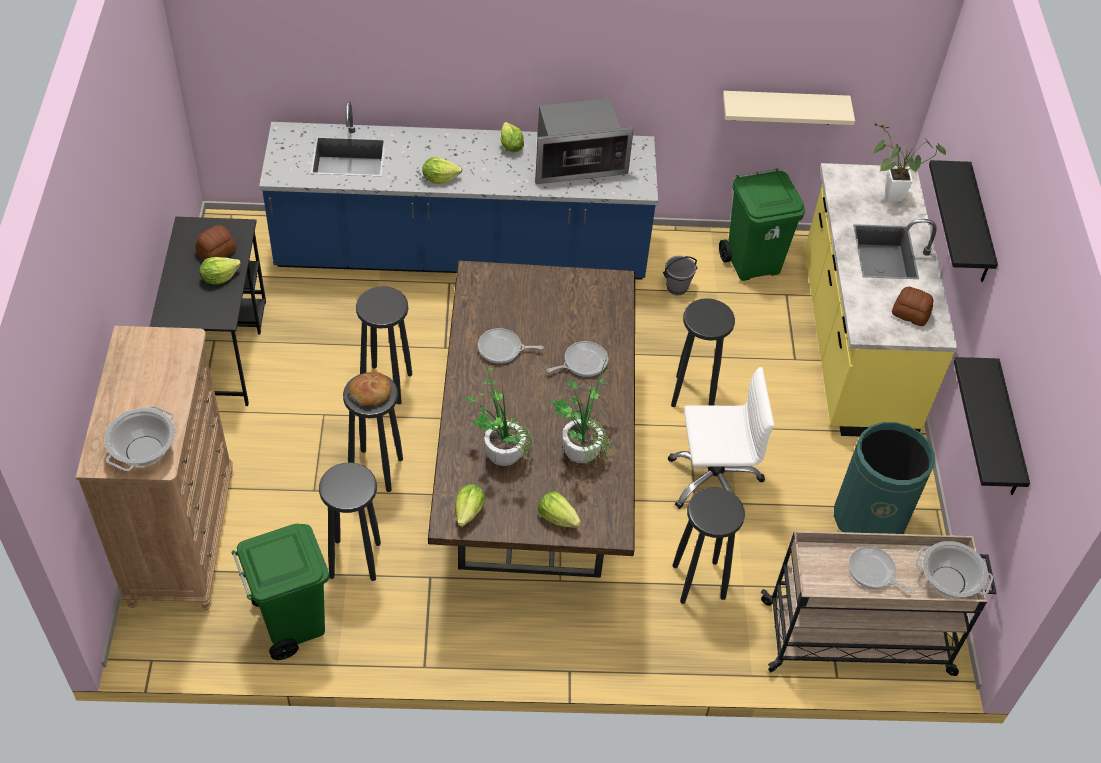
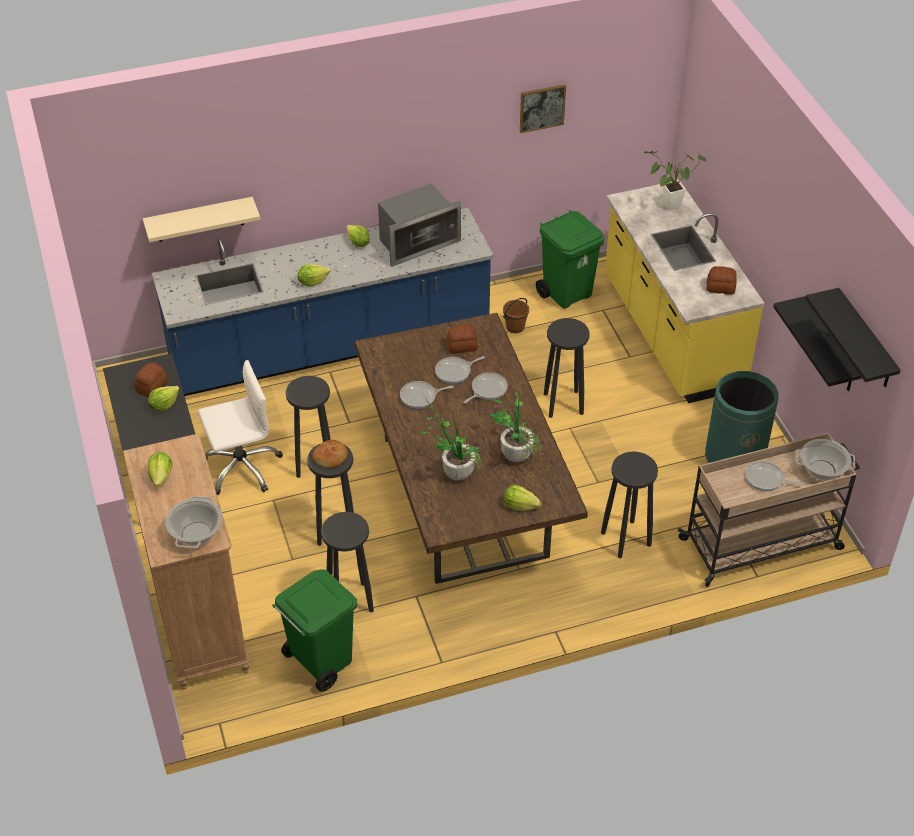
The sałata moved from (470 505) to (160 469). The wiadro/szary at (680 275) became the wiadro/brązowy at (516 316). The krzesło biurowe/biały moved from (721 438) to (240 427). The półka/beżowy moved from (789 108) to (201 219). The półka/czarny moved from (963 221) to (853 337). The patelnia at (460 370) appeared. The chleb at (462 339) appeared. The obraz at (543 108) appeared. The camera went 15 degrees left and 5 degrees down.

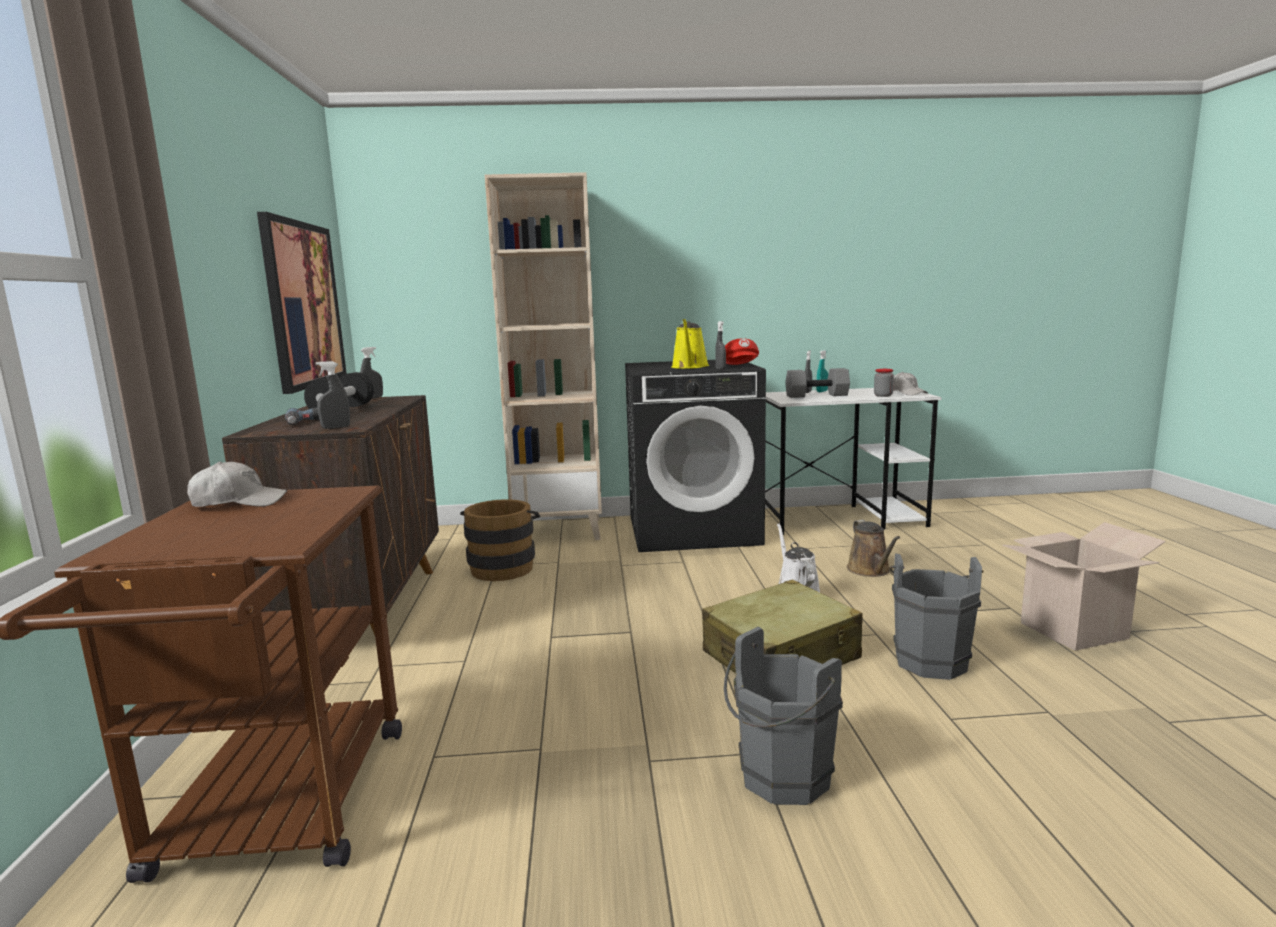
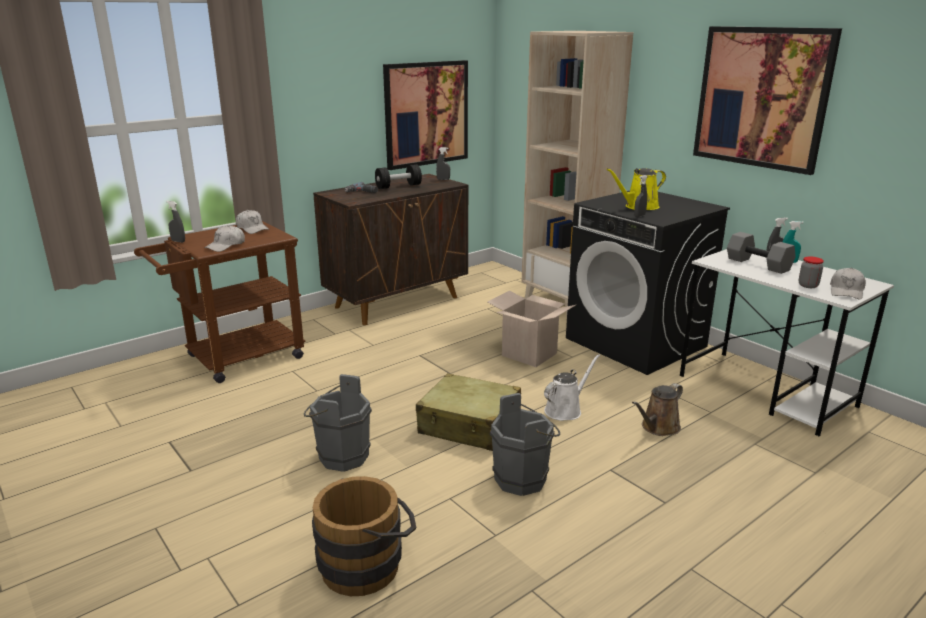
The spryskiwacz/szary moved from (333 395) to (175 222). The wiadro/brązowy moved from (500 540) to (364 536). The czapka z daszkiem/czerwony at (742 351) disappeared. The karton moved from (1084 586) to (531 329). The czapka z daszkiem/biały at (224 238) appeared. The obraz at (767 100) appeared. The camera went 55 degrees right and 10 degrees up.

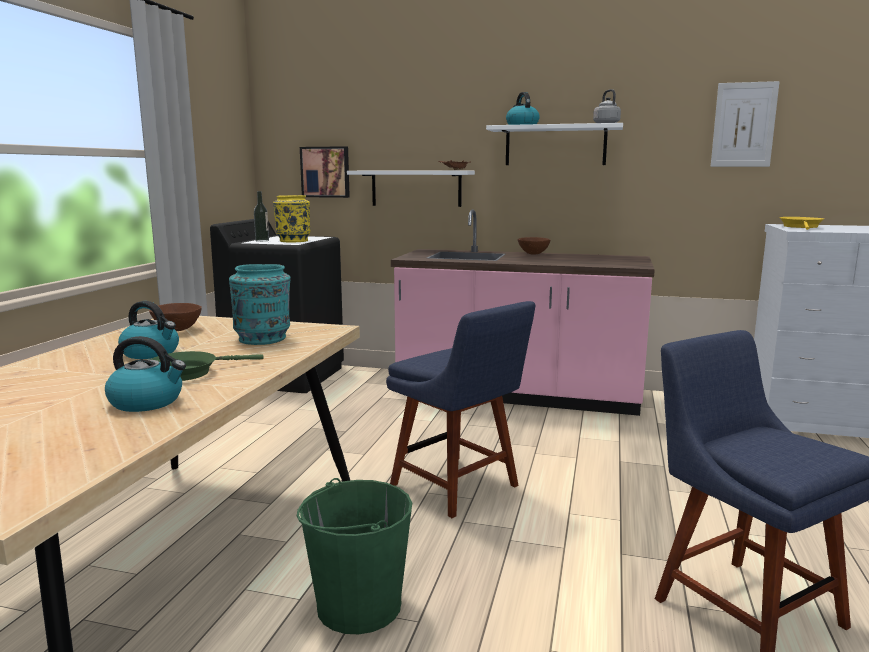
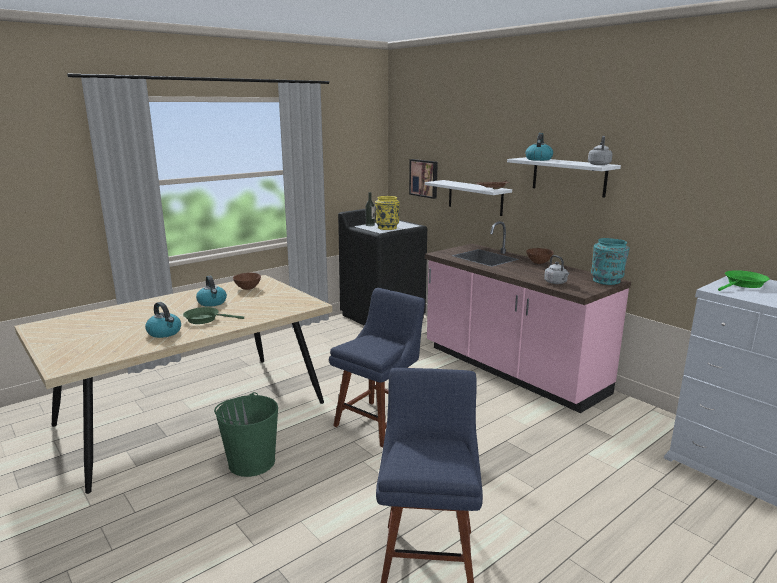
The wazon/turkusowy moved from (259 304) to (610 261). The krzesło/niebieski at (461 409) turned 135 degrees counterclockwise. The obraz at (745 124) disappeared. The patelnia/żółty at (802 223) became the patelnia/zielony at (744 280). The czajnik/szary at (556 269) appeared. The camera went 35 degrees right and 5 degrees up.

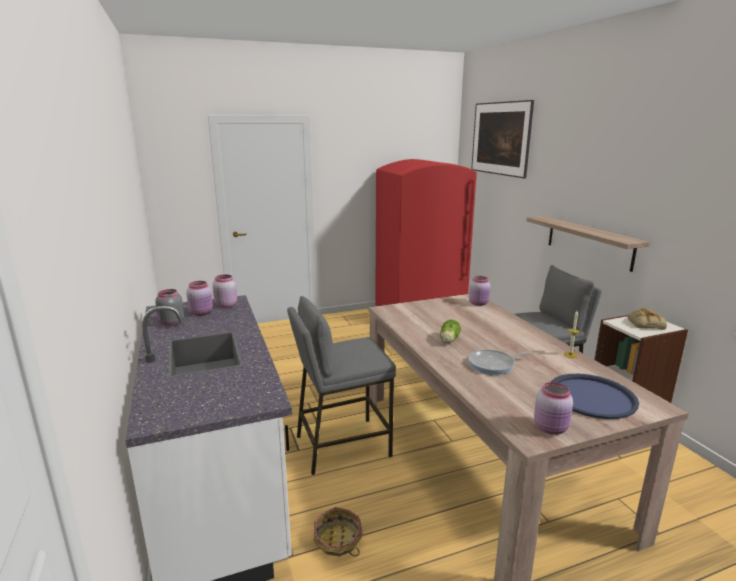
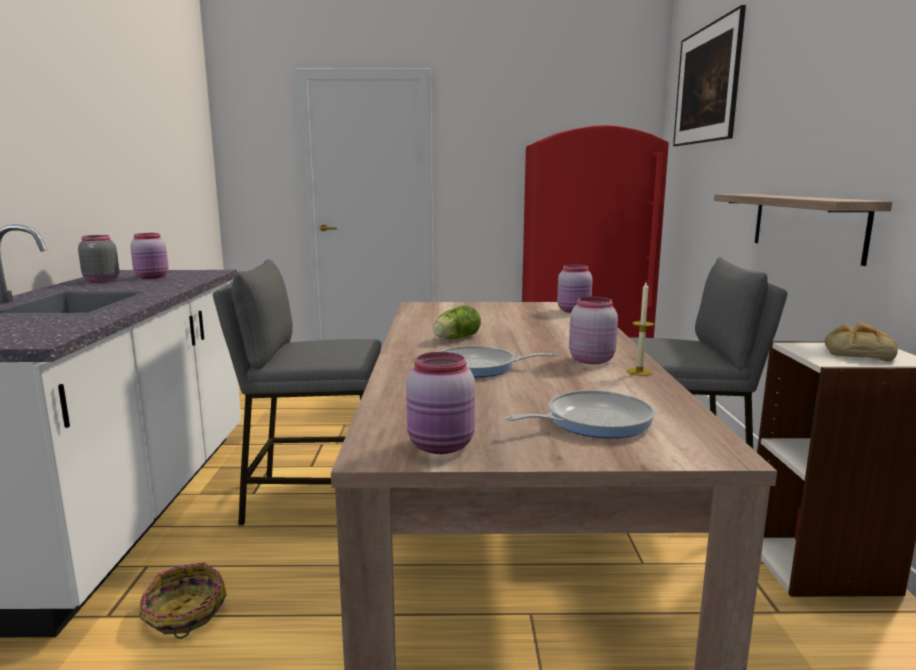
The słoik/różowy moved from (224 291) to (593 330). The taca/niebieski at (595 396) was replaced by the patelnia at (580 414). The camera went 20 degrees right and 5 degrees down.

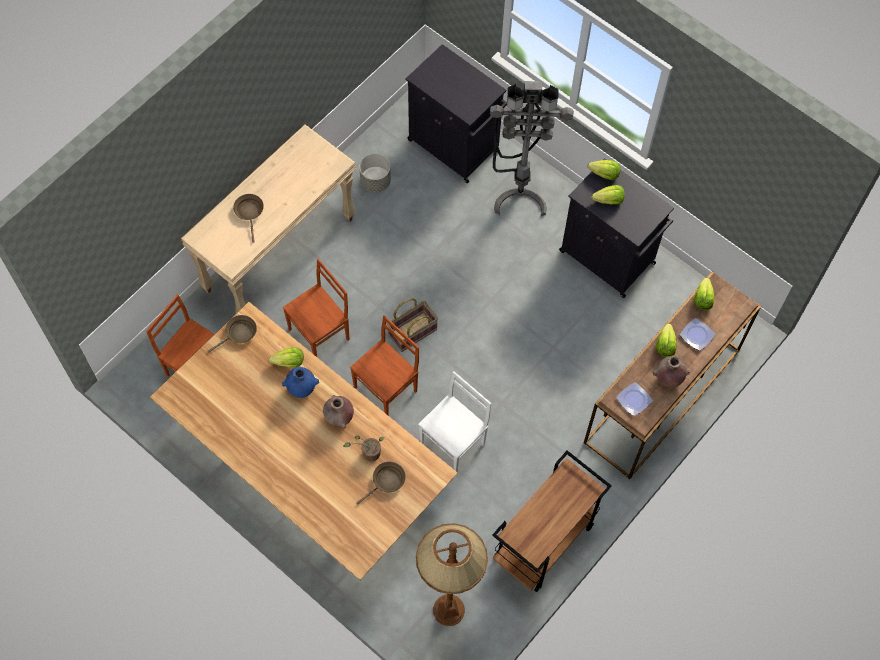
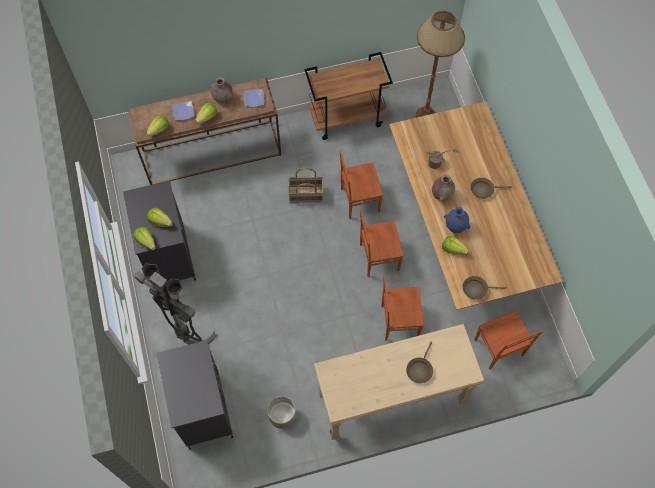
The patelnia/brązowy moved from (380 483) to (491 188). The koszyk moved from (412 325) to (305 185). The krzesło/biały at (454 421) became the krzesło/brązowy at (361 184). The camera went 145 degrees left and 0 degrees up.

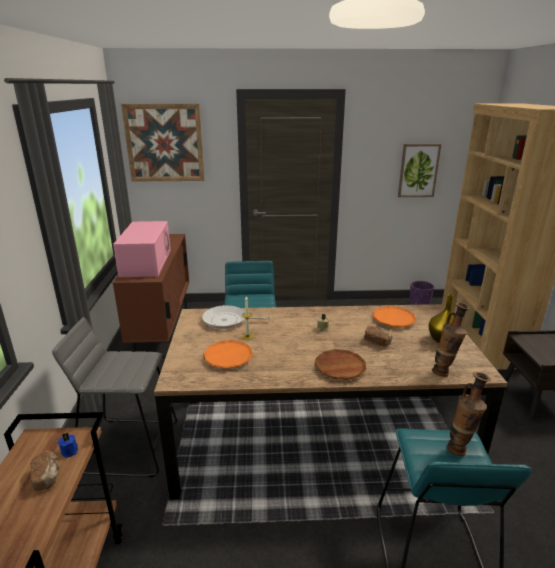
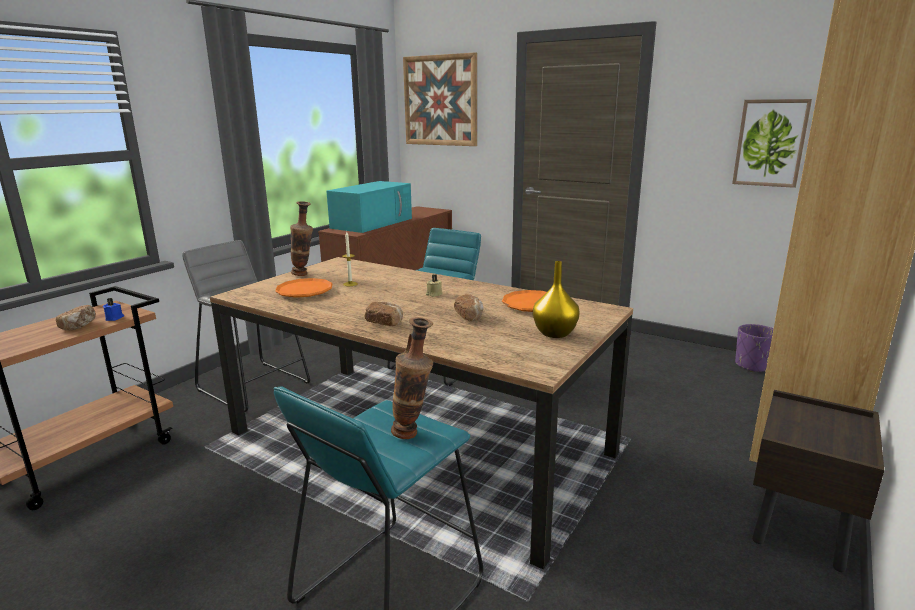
The mikrofalówka/różowy at (142 249) became the mikrofalówka/turkusowy at (369 207). The patelnia at (236 317) disappeared. The talerz/brązowy at (340 364) was replaced by the chleb at (383 314). The wazon moved from (451 340) to (301 238). The camera went 35 degrees right and 5 degrees down.

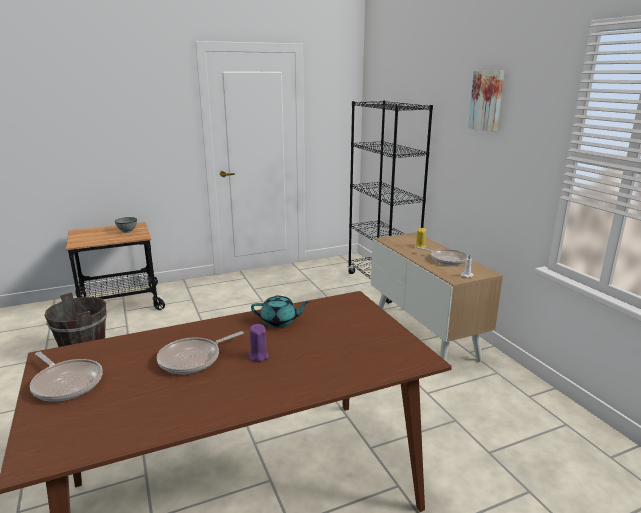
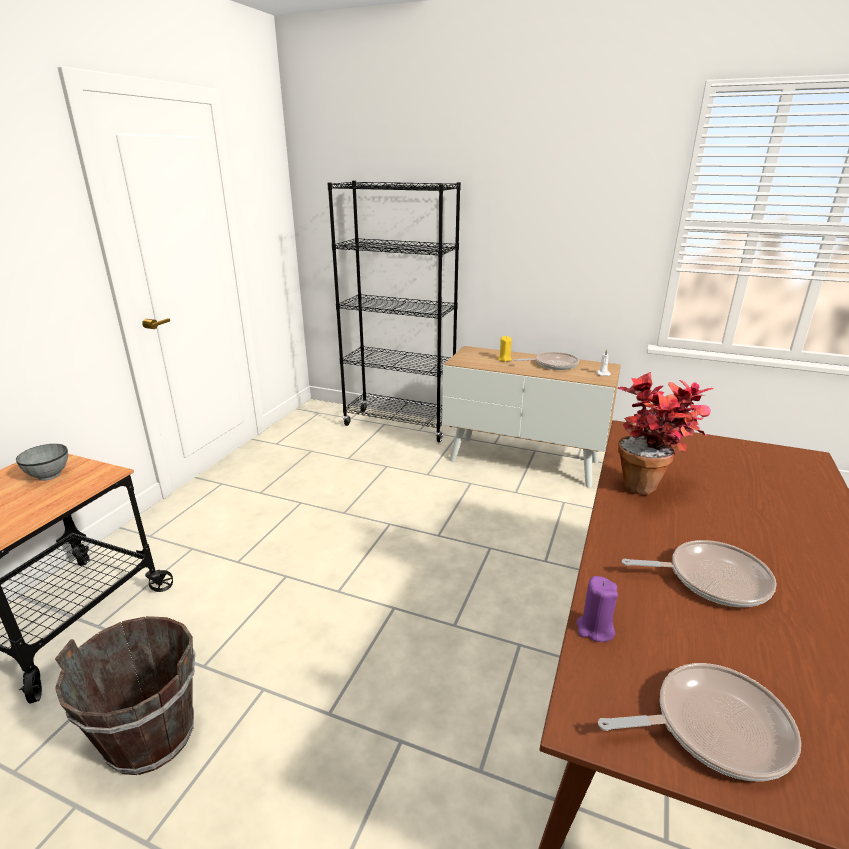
The patelnia at (200 352) turned 90 degrees counterclockwise. The świeca/fioletowy moved from (258 343) to (597 609). The imbryk/turkusowy at (280 311) was replaced by the roślina doniczkowa at (666 433). The obraz at (486 101) disappeared. The camera went 45 degrees left and 5 degrees up.

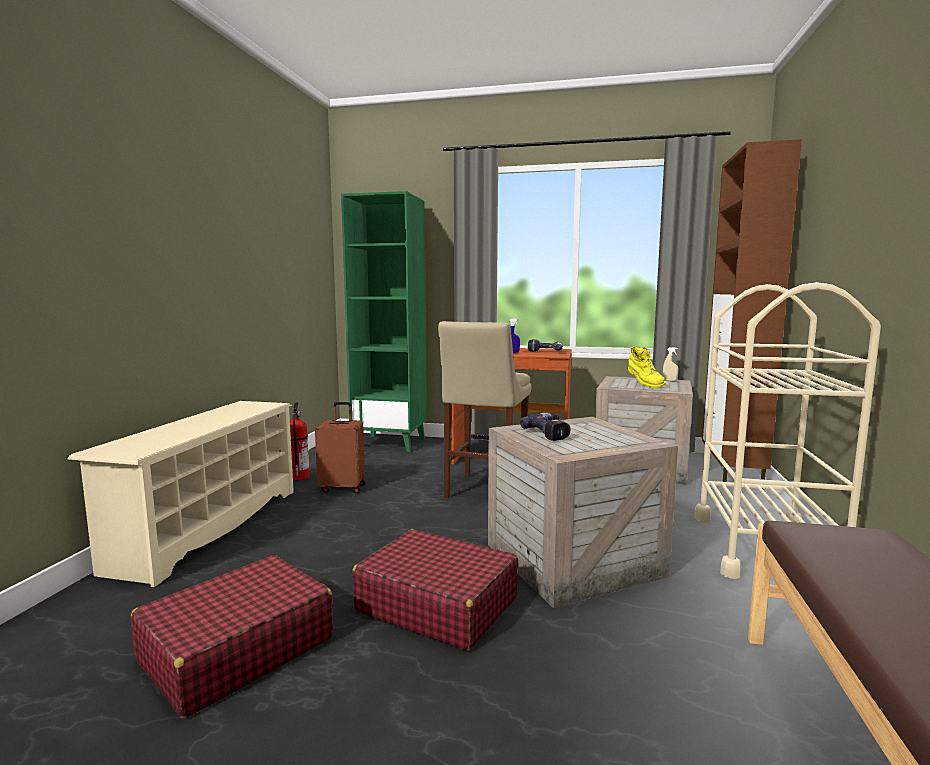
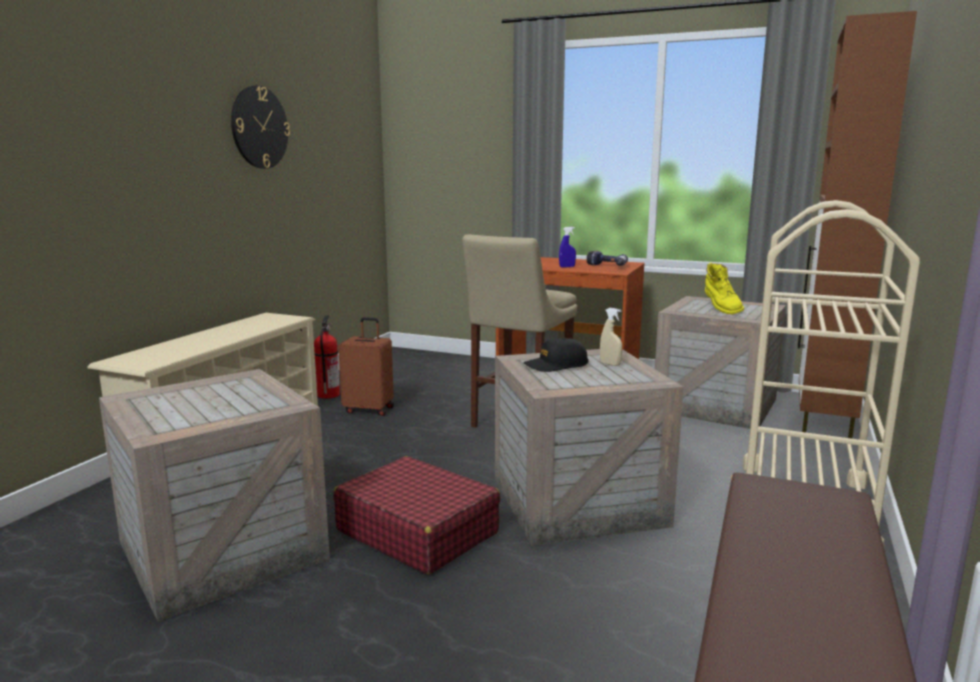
The walizka/czerwony at (232 636) was replaced by the skrzynka at (214 495). The regał/zielony at (384 321) disappeared. The wiertarka at (545 427) was replaced by the czapka z daszkiem/czarny at (556 355). The spryskiwacz/beżowy moved from (670 364) to (611 337). The zegar ścienny at (260 127) appeared. The camera went 10 degrees right and 5 degrees up.

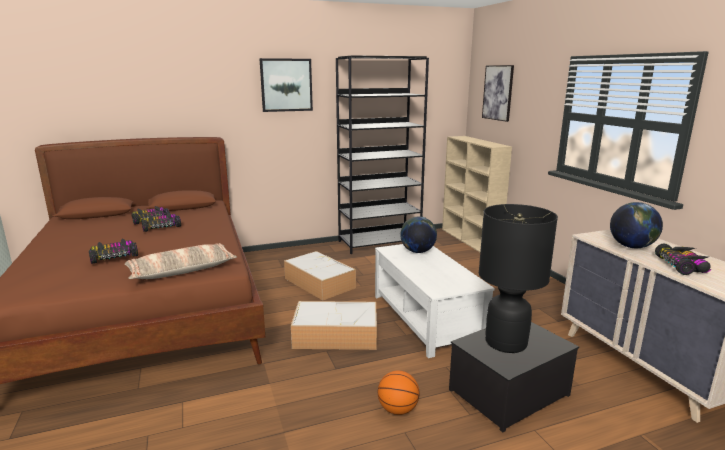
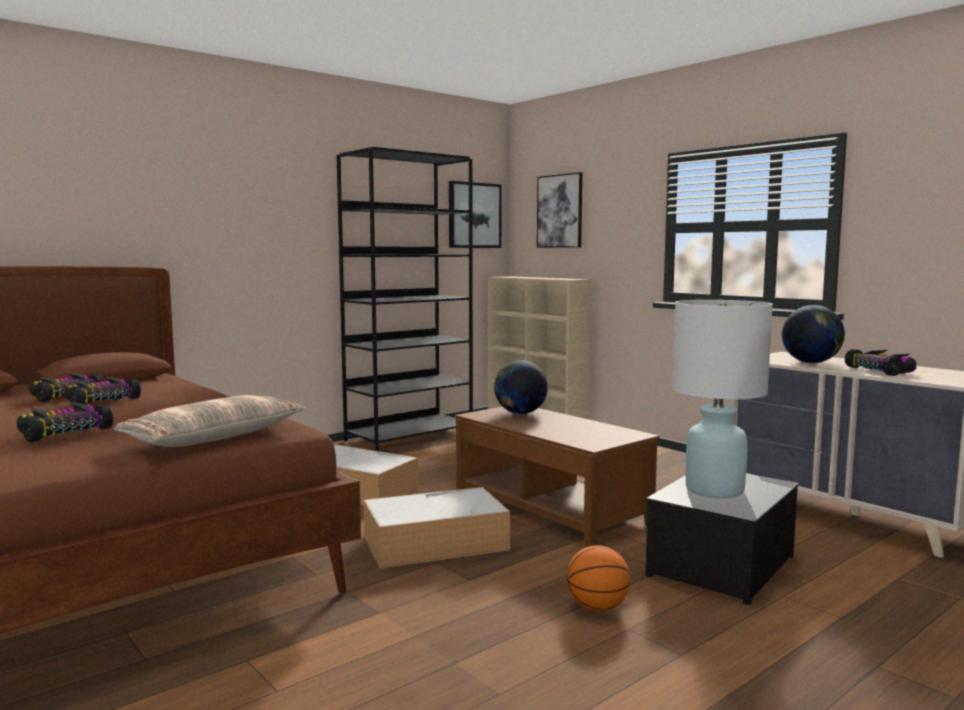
The obraz moved from (286 85) to (475 214). The ława/biały at (435 301) became the ława/brązowy at (557 477). The lampa stołowa/czarny at (518 278) became the lampa stołowa/biały at (722 399). The camera went 20 degrees left and 10 degrees down.

